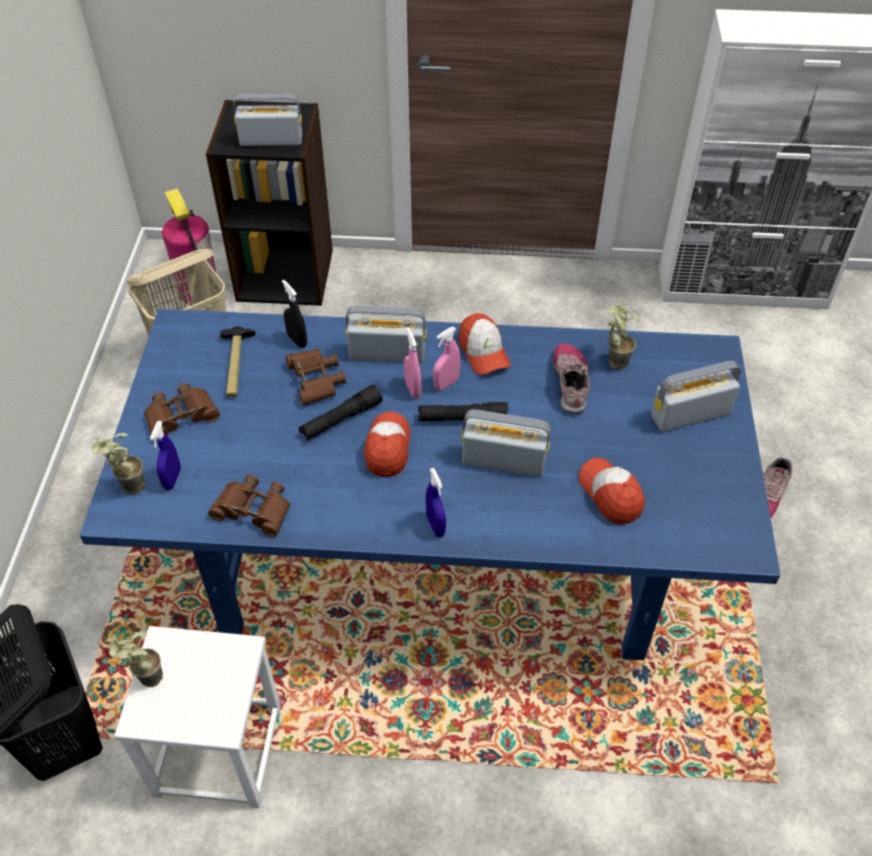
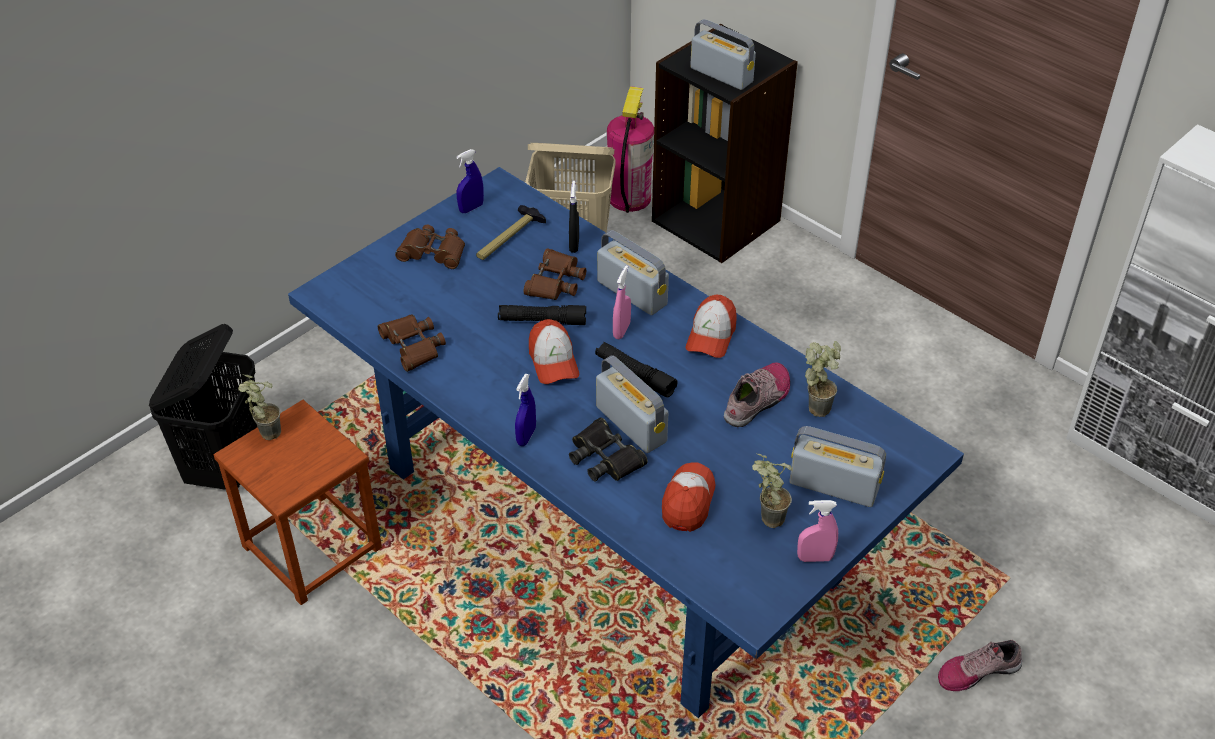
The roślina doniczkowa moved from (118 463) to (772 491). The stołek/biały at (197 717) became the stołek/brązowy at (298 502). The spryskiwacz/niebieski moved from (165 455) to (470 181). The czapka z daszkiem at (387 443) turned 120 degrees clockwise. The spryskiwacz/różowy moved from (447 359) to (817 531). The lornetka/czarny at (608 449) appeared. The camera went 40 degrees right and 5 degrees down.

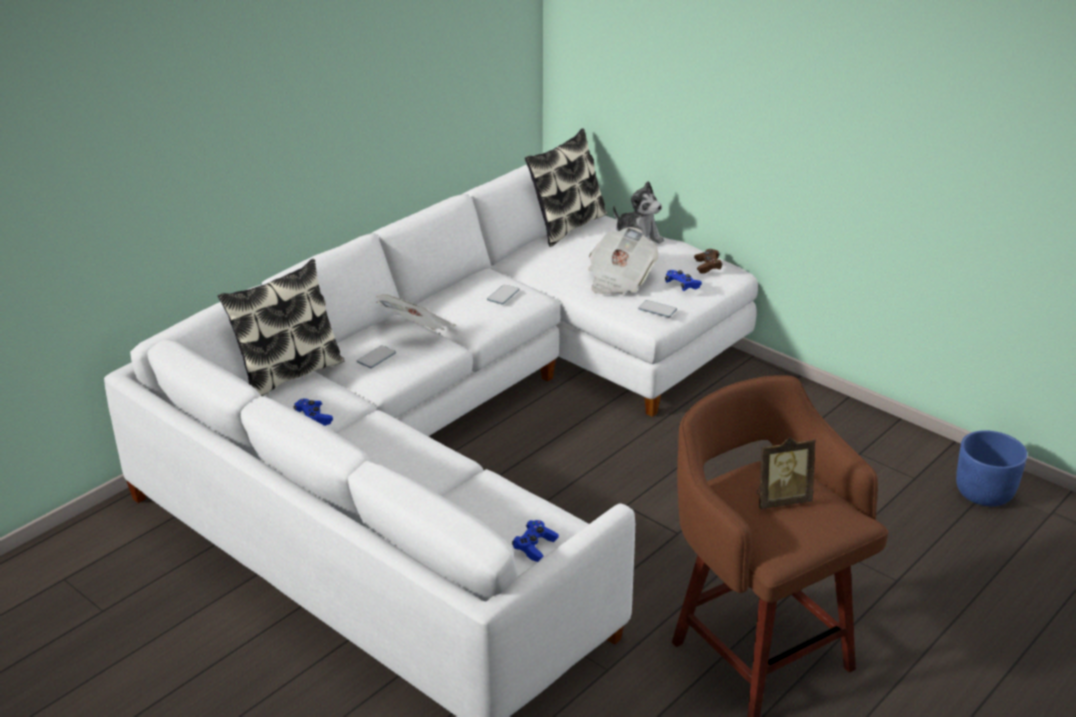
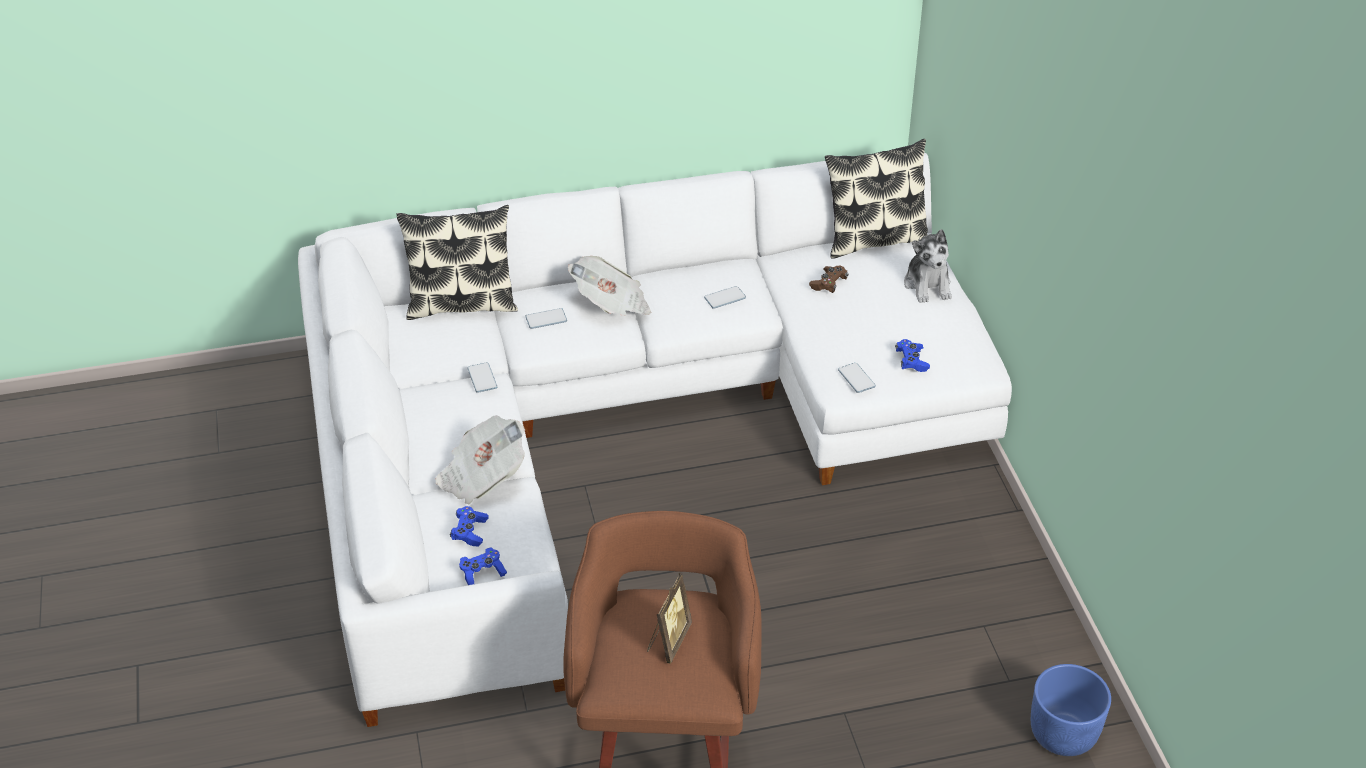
The pad do gier/niebieski moved from (313 412) to (469 526). The gazeta moved from (623 260) to (480 460). The pad do gier/brązowy moved from (708 261) to (828 279). The ramka na zdjęcie at (786 473) turned 90 degrees counterclockwise. The telefon at (482 377) appeared. The camera went 35 degrees right and 10 degrees up.

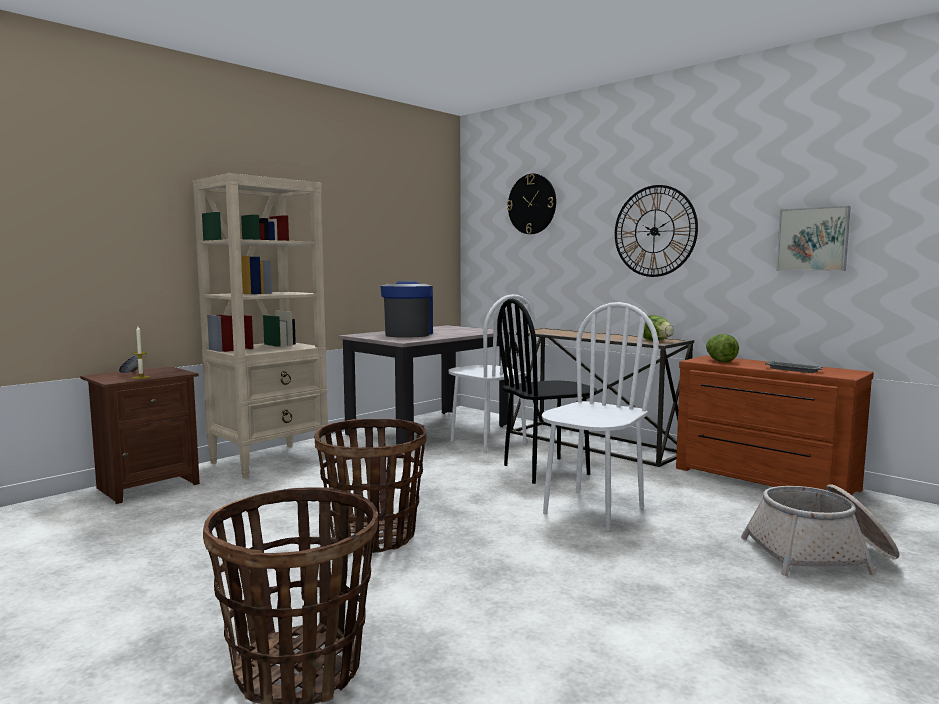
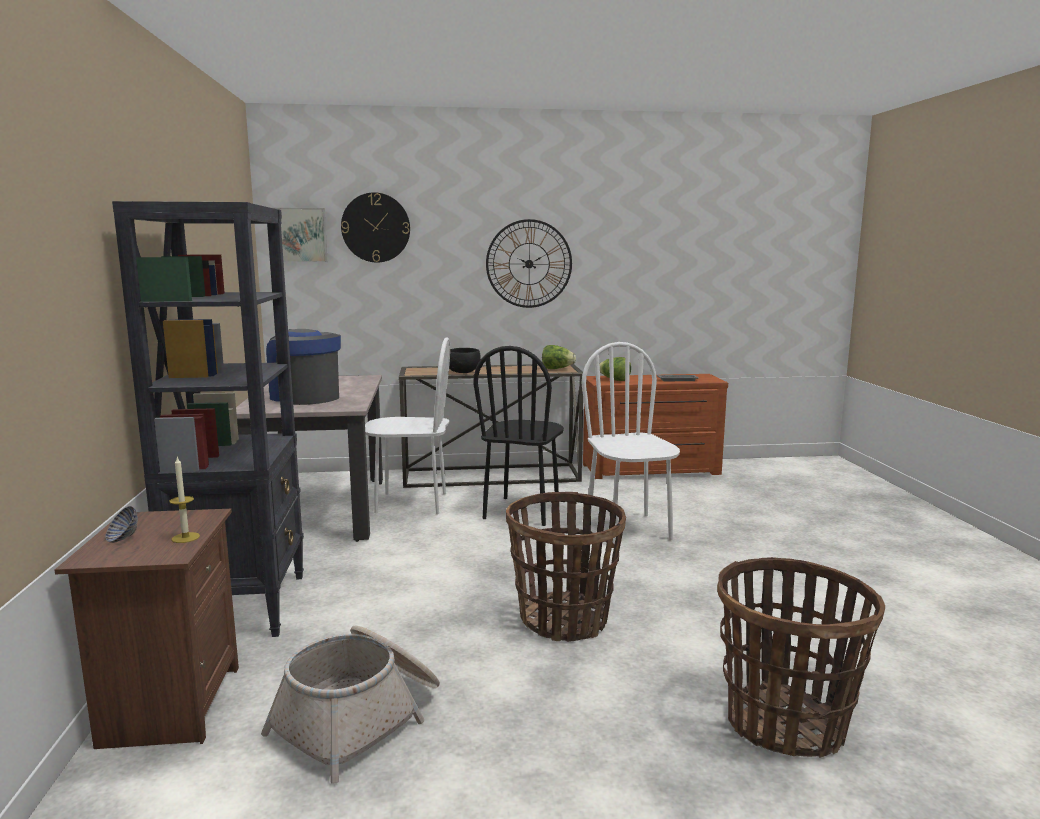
The regał/beżowy at (260 326) became the regał/czarny at (208 419). The koszyk moved from (820 530) to (350 704). The obraz moved from (813 238) to (301 235). The miska/czarny at (465 360) appeared. The camera went 50 degrees left and 5 degrees up.

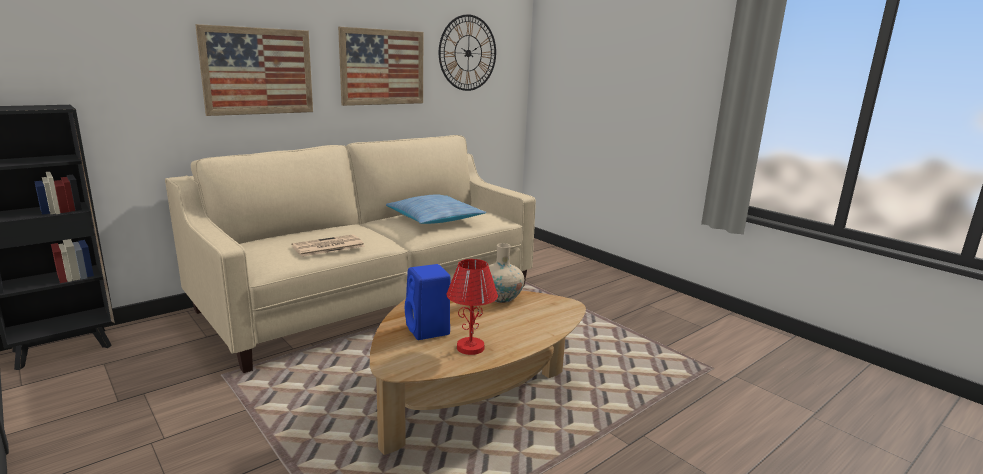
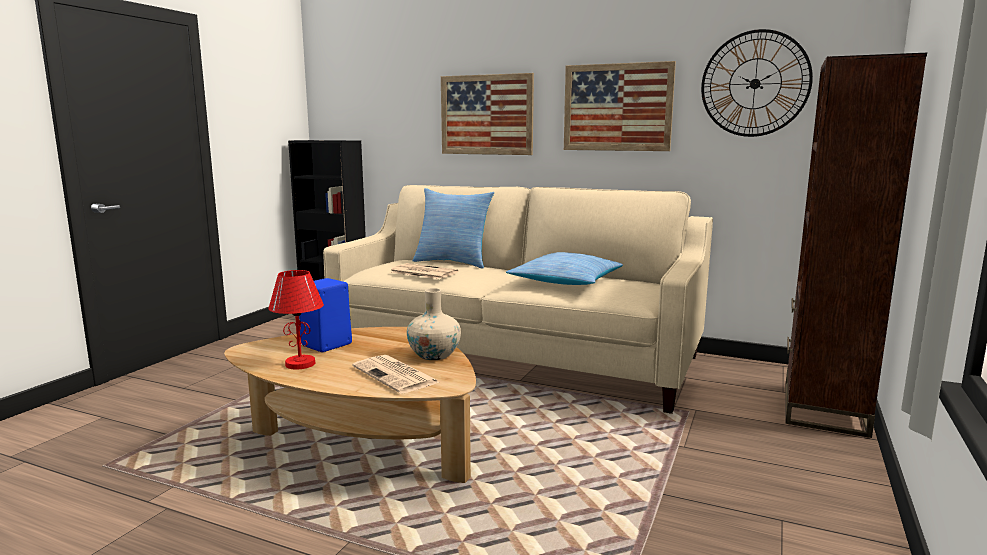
The gazeta at (396 374) appeared. The poduszka at (453 228) appeared. The regał/brązowy at (856 245) appeared. The camera went 65 degrees right and 5 degrees down.

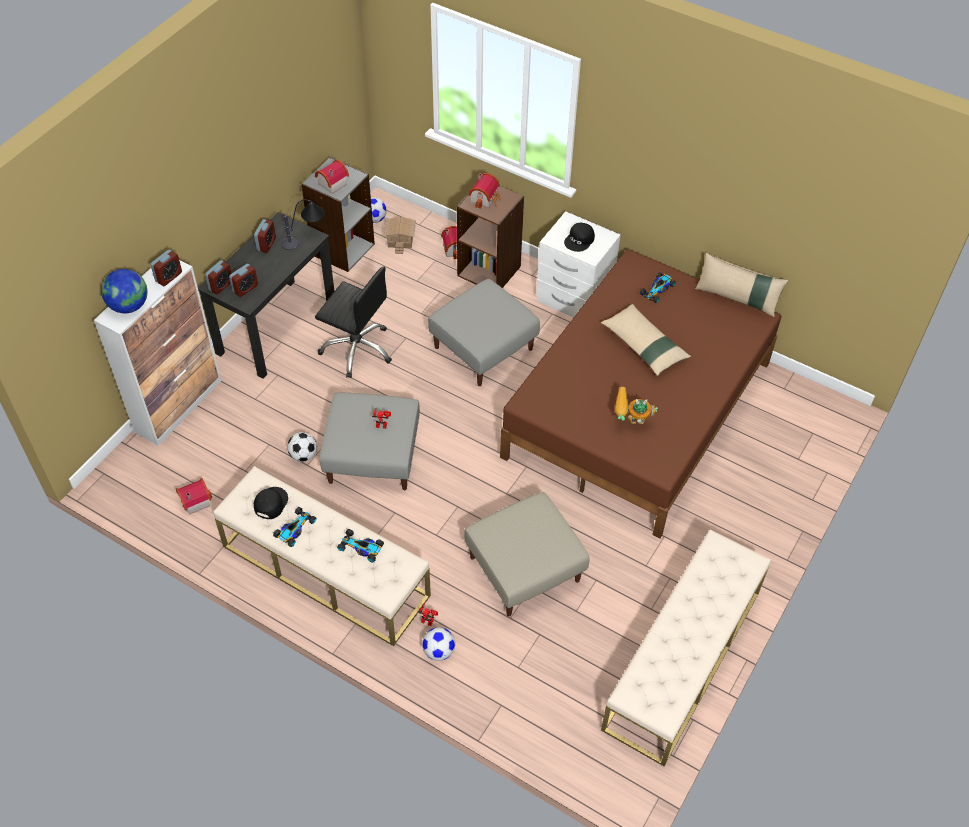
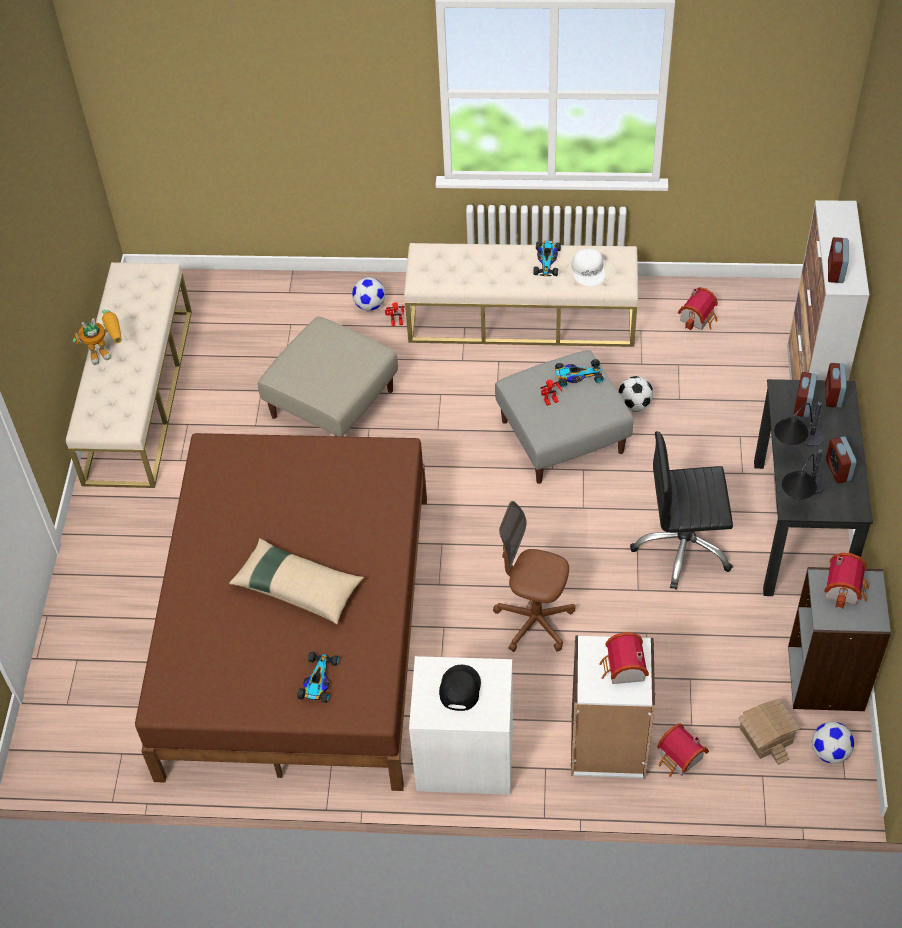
The globus at (124 291) disappeared. The czapka z daszkiem/czarny at (271 503) became the czapka z daszkiem/biały at (589 267). The samochodzik moved from (360 545) to (579 373). The pufa/szary at (484 332) was replaced by the krzesło biurowe/brązowy at (534 576). The regał/brązowy at (490 237) became the regał/biały at (613 707). The robot zabawkowy moved from (636 405) to (97 337). The poduszka/beżowy at (741 284) disappeared. The lampa stołowa at (799 424) appeared. The camera went 155 degrees right and 0 degrees up.

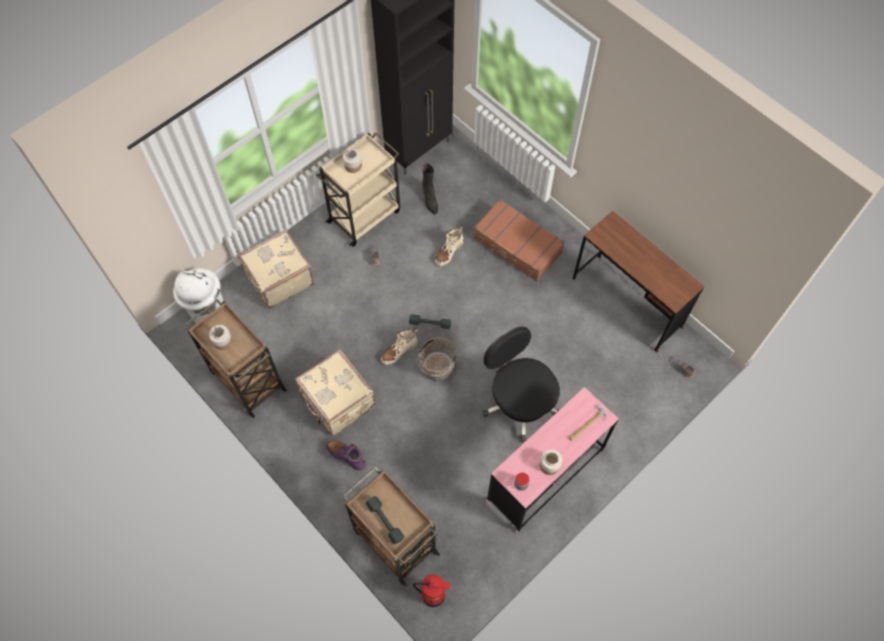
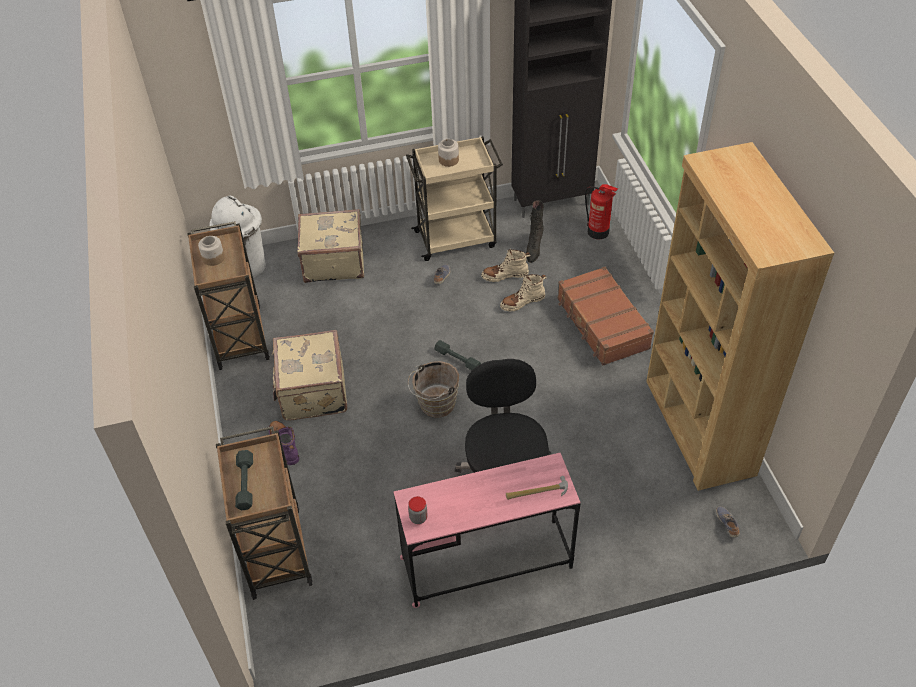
The but z cholewką/beżowy moved from (399 346) to (506 265). The gaśnica moved from (431 591) to (601 212). The słoik at (550 462) disappeared. The biurko/brązowy at (638 281) was replaced by the regał/brązowy at (740 316). The camera went 30 degrees right and 15 degrees down.

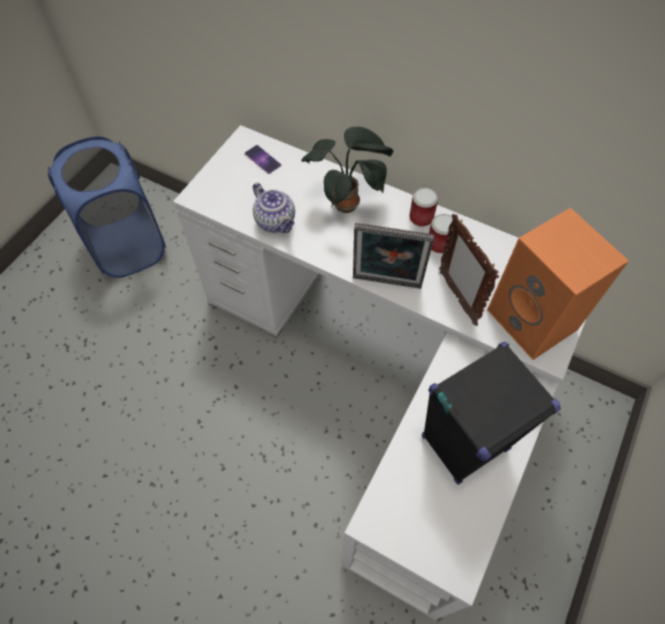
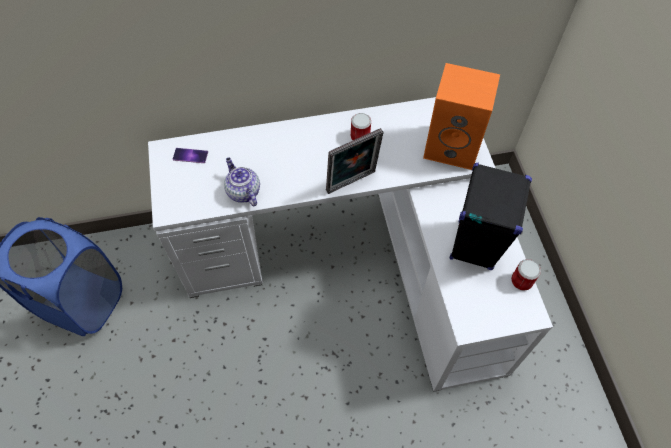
The imbryk at (274 208) turned 135 degrees counterclockwise. The roślina doniczkowa at (347 170) disappeared. The puszka moved from (423 207) to (526 275). The ramka na zdjęcie at (469 270) disappeared. The camera went 40 degrees left and 0 degrees up.

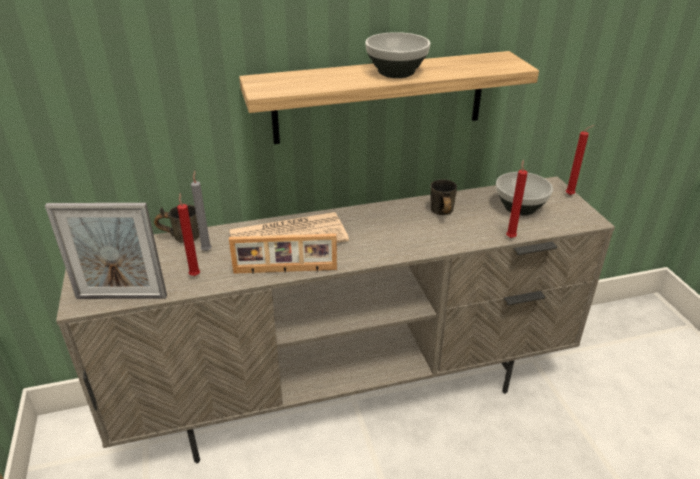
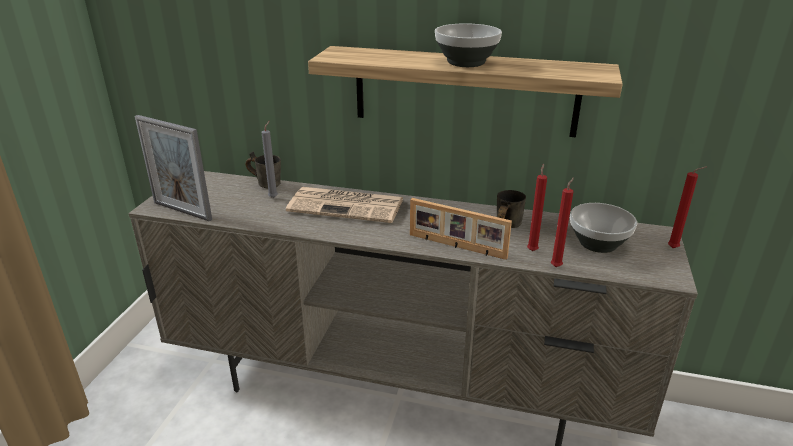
The świeca/czerwony moved from (188 234) to (537 207). The ramka na zdjęcie moved from (283 253) to (461 229). The camera went 30 degrees right and 5 degrees down.

